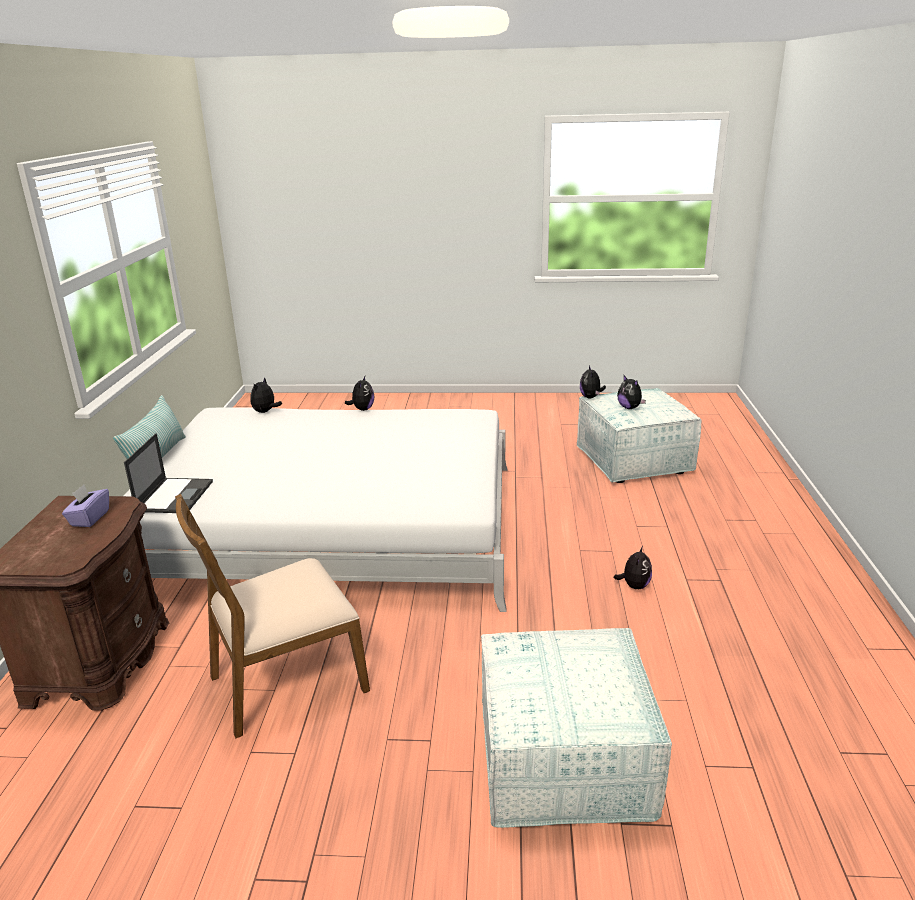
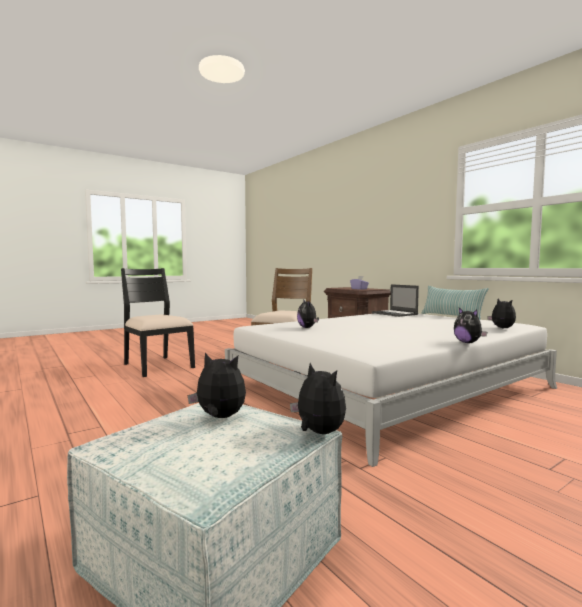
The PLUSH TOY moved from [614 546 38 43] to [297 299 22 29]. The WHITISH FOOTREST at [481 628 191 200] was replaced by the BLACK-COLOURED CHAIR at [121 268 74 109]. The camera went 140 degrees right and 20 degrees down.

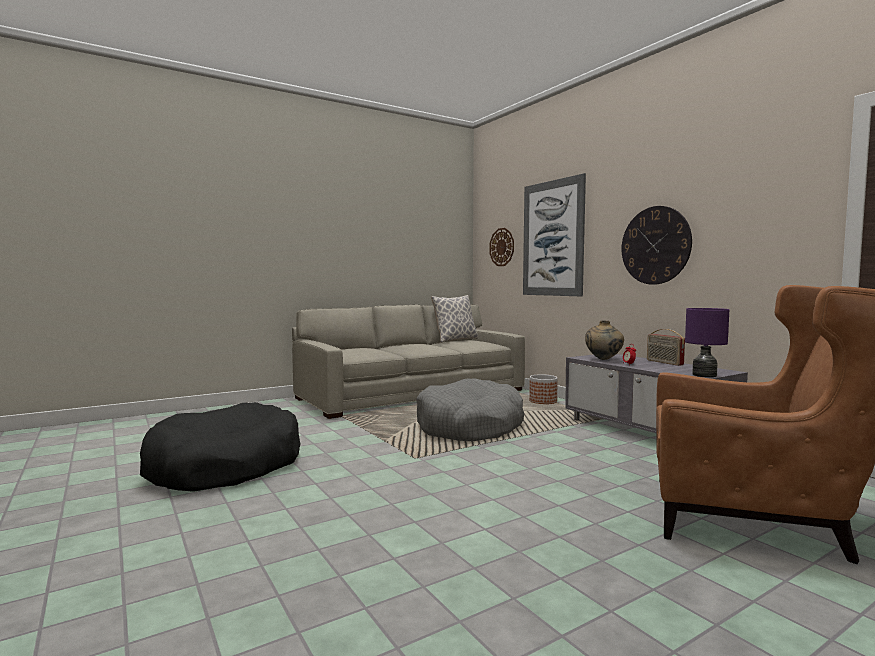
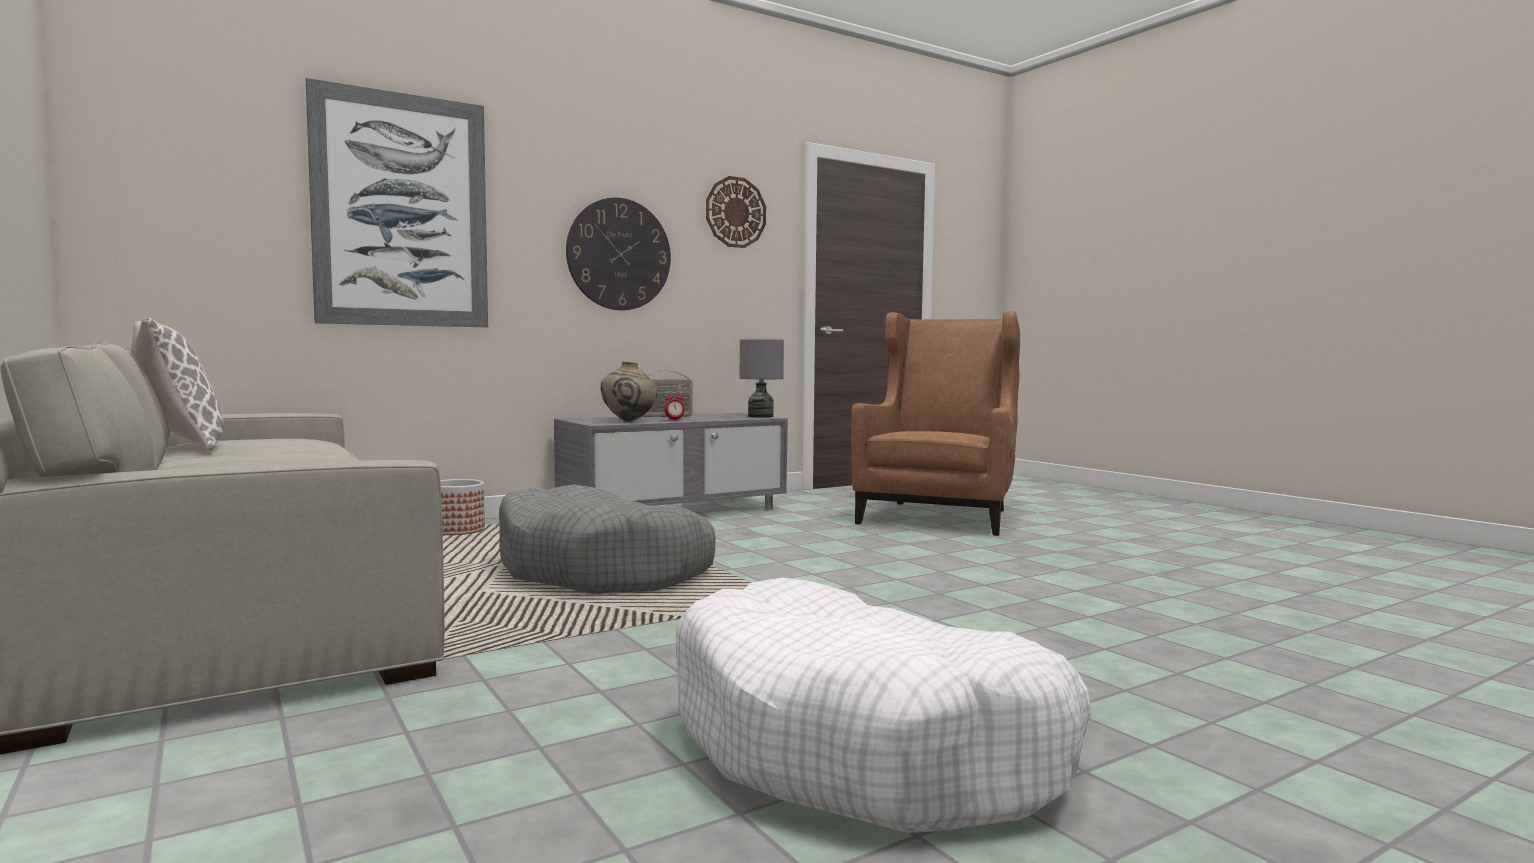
The WALL CLOCK moved from [489 228 25 38] to [706 176 60 72]. The PURPLE TABLETOP LAMP at [685 308 44 69] became the GRAY TABLETOP LAMP at [740 339 44 79]. The BLACK-COLOURED PET BED at [140 402 161 90] became the WHITISH PET BED at [676 578 416 255]. The camera went 90 degrees left and 0 degrees up.

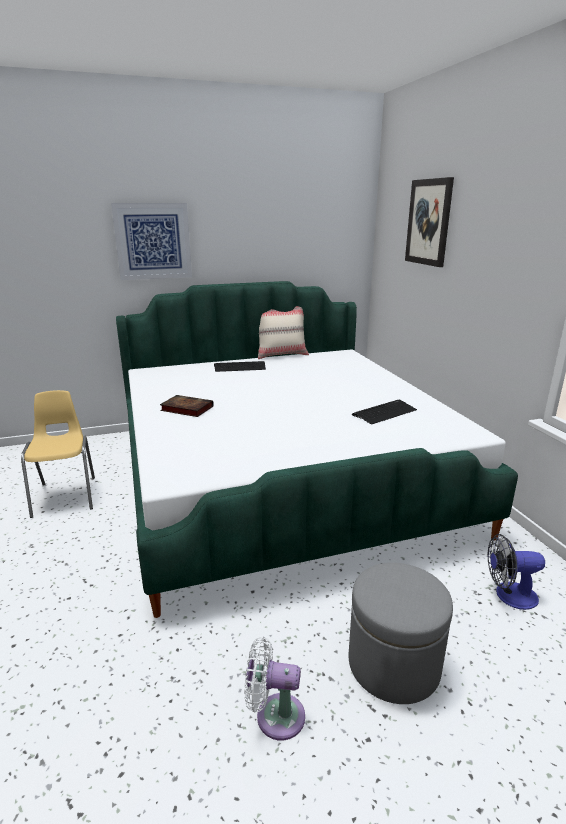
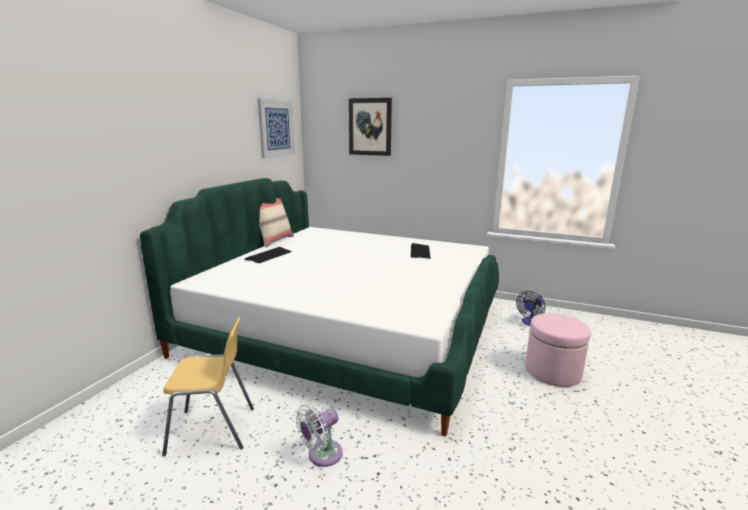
The WALL ART moved from [111 203 81 77] to [258 98 37 60]. The YELLOW CHAIR at [21 390 74 128] turned 150 degrees clockwise. The BOUND BOOK at [160 395 54 22] disappeared. The GRAY FOOTREST at [349 563 104 141] became the PINKISH FOOTREST at [525 313 66 74]. The WHITISH ELECTRIC FAN moved from [244 637 61 104] to [296 404 47 63]. The camera went 50 degrees left and 5 degrees down.

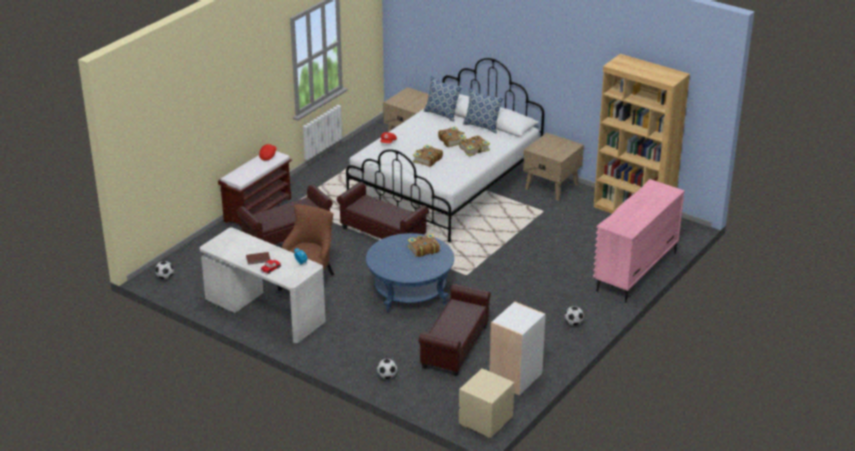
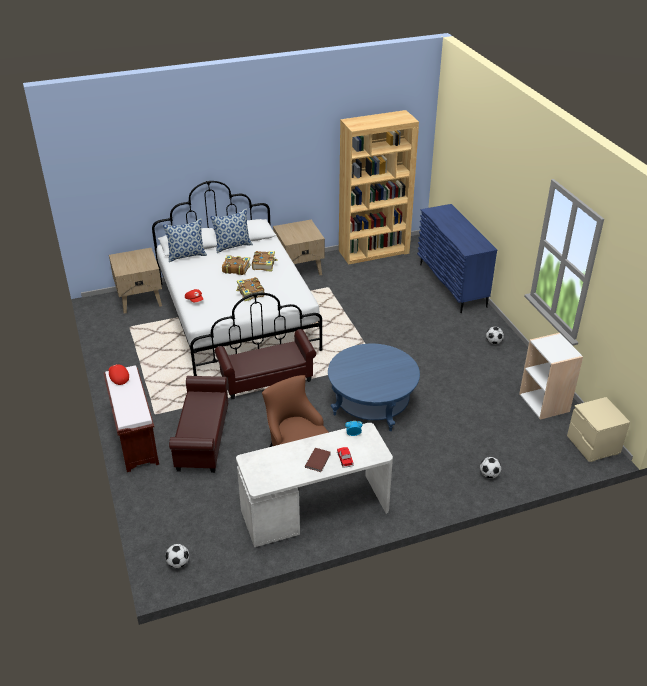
The PINKISH DRESSER at [593 179 92 124] became the BLUE DRESSER at [417 204 80 109]. The BOUND BOOK at [408 234 32 23] disappeared. The BROWN FOOTREST at [419 284 72 93] disappeared. The camera went 55 degrees left and 5 degrees up.

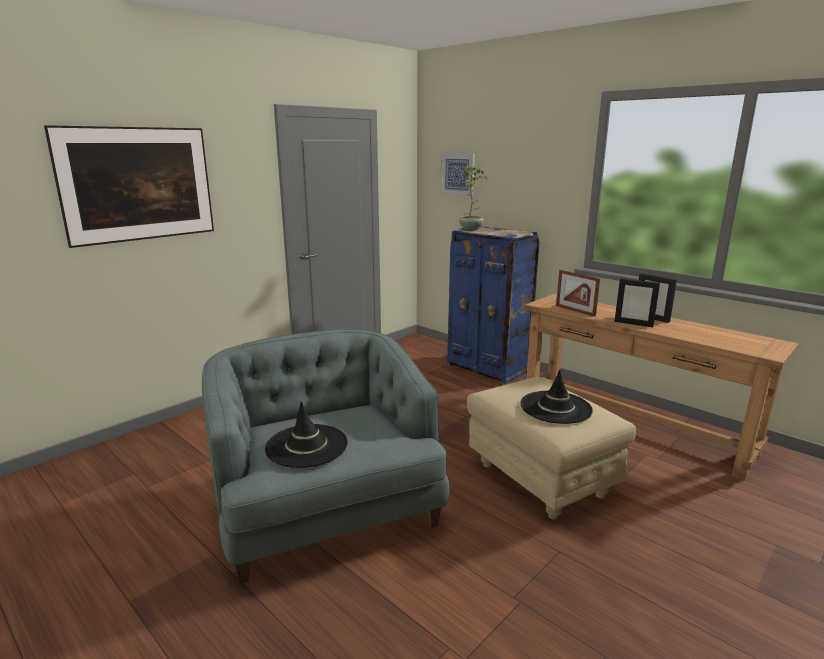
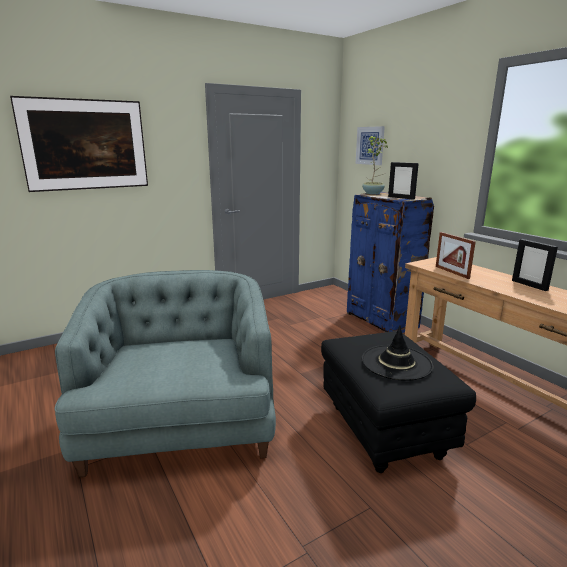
The STANDING FRAME moved from [614 278 46 49] to [388 162 31 37]. The SAND-COLOURED FOOTREST at [467 376 169 144] became the BLACK-COLOURED FOOTREST at [321 331 155 142]. The BLACK-COLOURED WEARABLE HAT at [265 401 83 67] disappeared. The camera went 15 degrees right and 0 degrees up.

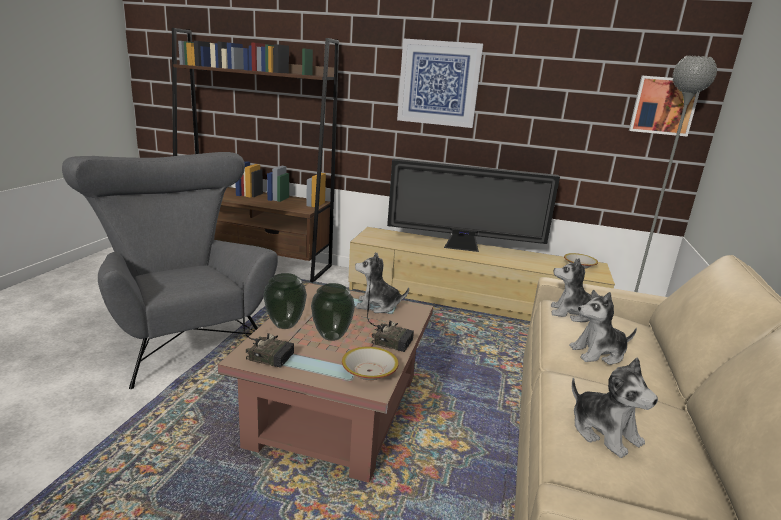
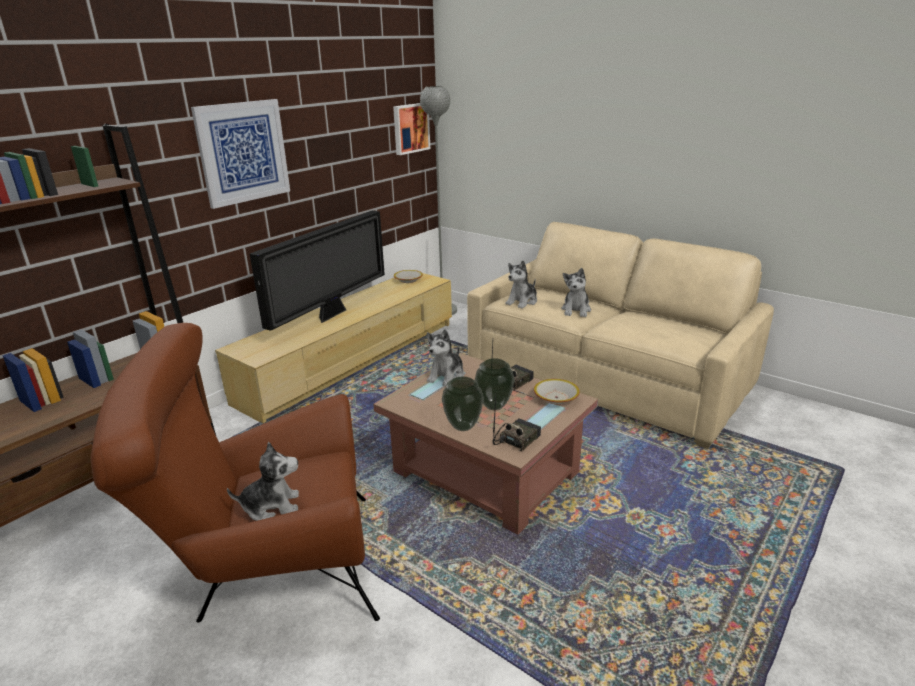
The GRAY EASY CHAIR at [62 152 216 237] became the BROWN EASY CHAIR at [91 323 289 299]. The PLUSH TOY moved from [572 357 86 101] to [227 442 72 79]. The camera went 65 degrees left and 5 degrees up.

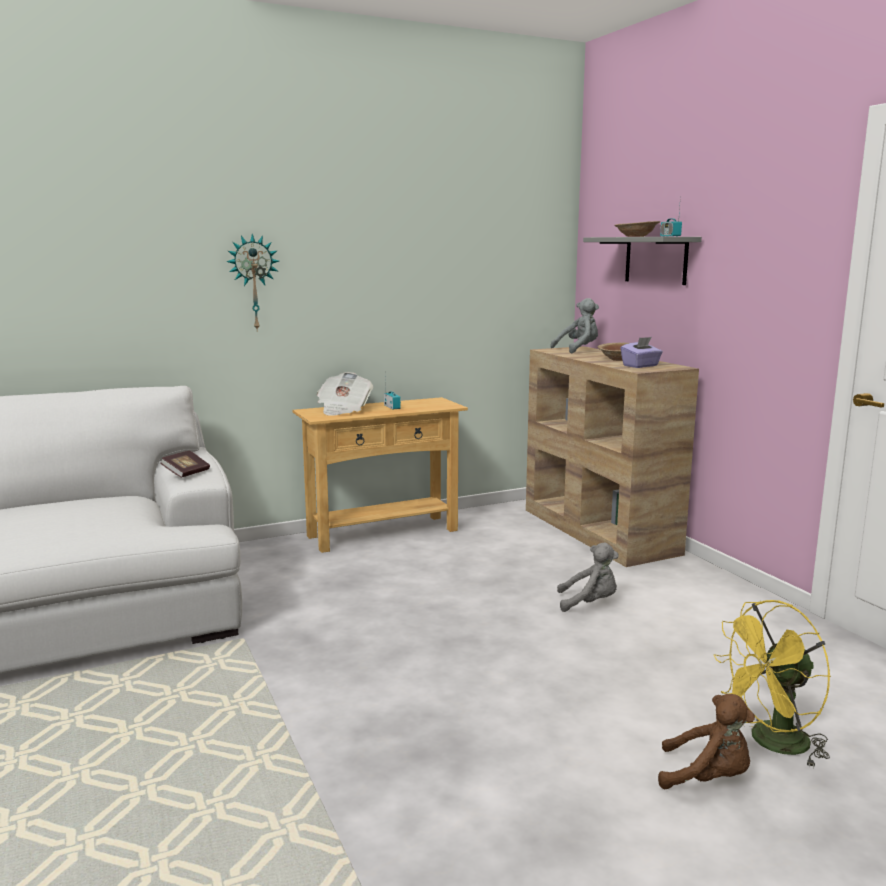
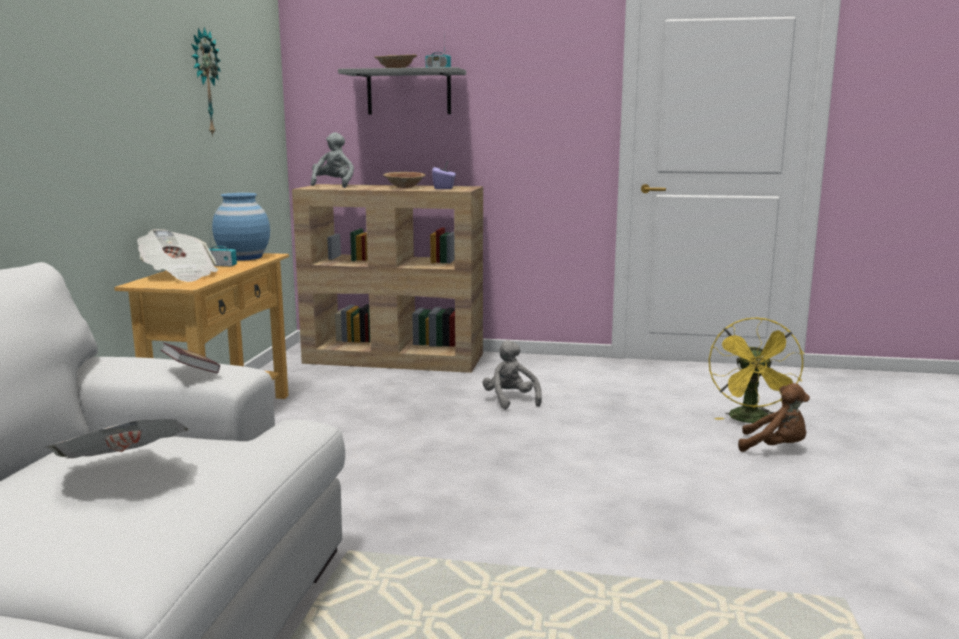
The WALL CLOCK moved from [226 234 53 98] to [191 27 30 110]. The GRAY PLUSH TOY at [557 543 62 69] turned 60 degrees counterclockwise. The BROWN PLUSH TOY at [658 694 97 95] turned 60 degrees clockwise. The BLUE DECORATIVE VASE at [212 193 58 68] appeared. The PRINTED PAPER at [46 419 143 39] appeared. The camera went 55 degrees left and 0 degrees up.

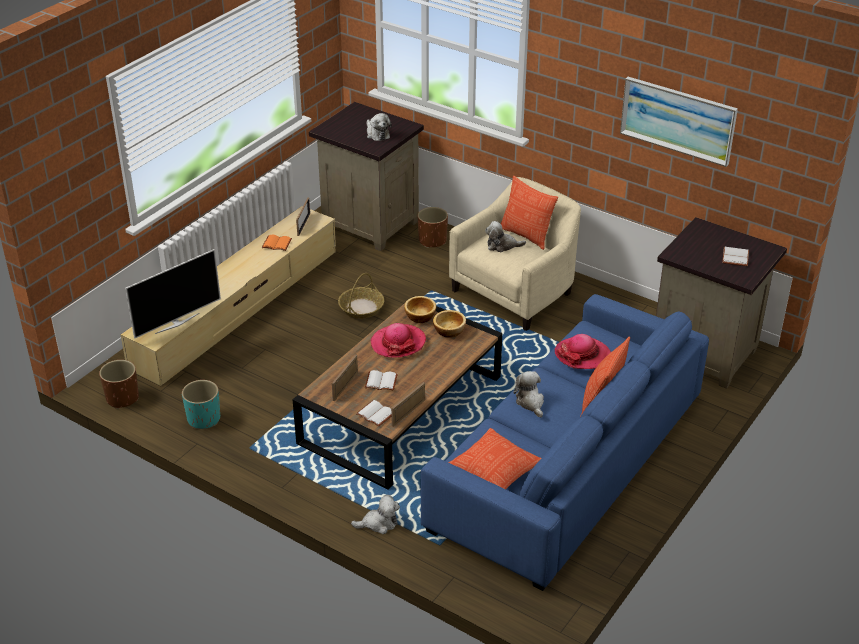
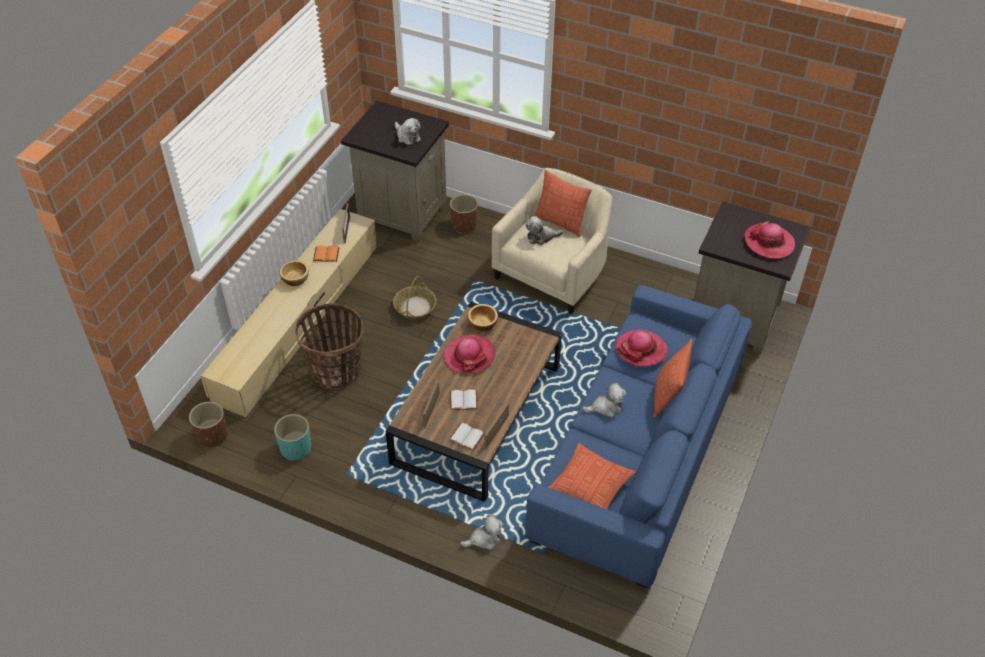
The WALL ART at [620 77 118 90] disappeared. The WHITISH BOUND BOOK at [722 247 27 19] was replaced by the WEARABLE HAT at [744 221 51 38]. The TV SET at [125 249 96 90] disappeared. The SERVING BOWL moved from [433 310 33 28] to [279 260 30 26]. The PLUSH TOY at [514 371 30 46] turned 105 degrees clockwise. The STORAGE BASKET at [295 304 69 85] appeared. The camera went 10 degrees left and 10 degrees up.

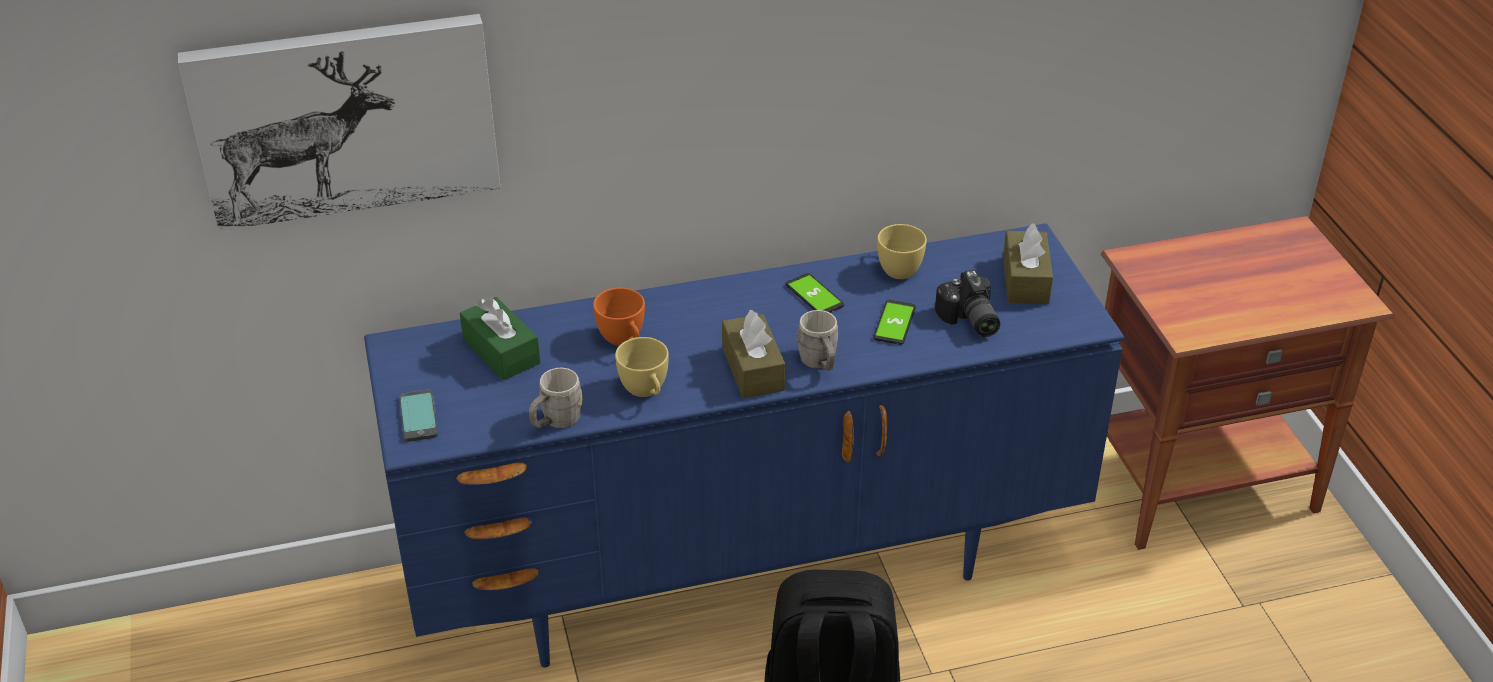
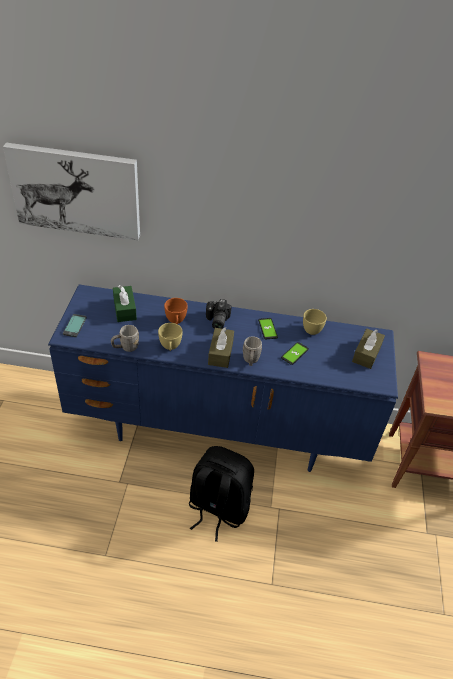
The STILL CAMERA moved from [935 270 65 67] to [206 299 26 30]. The camera went 20 degrees right and 5 degrees up.

